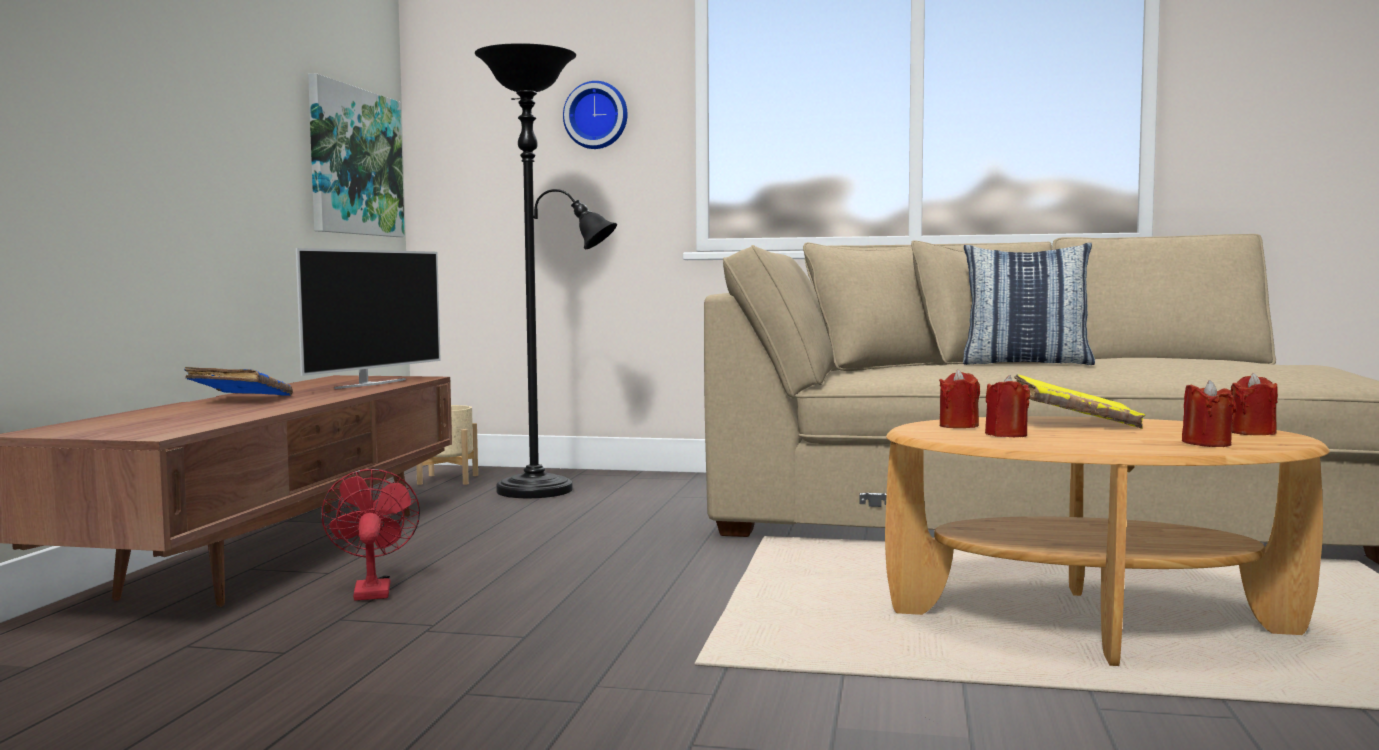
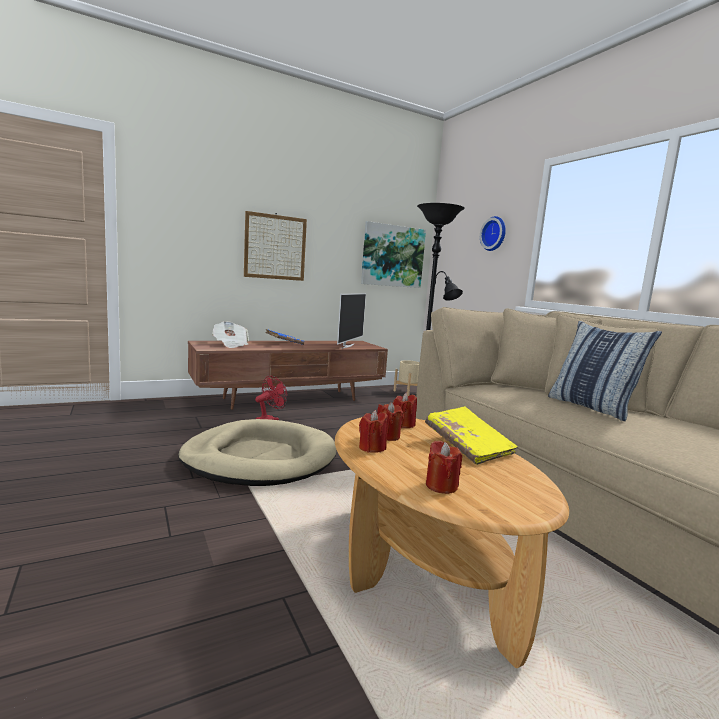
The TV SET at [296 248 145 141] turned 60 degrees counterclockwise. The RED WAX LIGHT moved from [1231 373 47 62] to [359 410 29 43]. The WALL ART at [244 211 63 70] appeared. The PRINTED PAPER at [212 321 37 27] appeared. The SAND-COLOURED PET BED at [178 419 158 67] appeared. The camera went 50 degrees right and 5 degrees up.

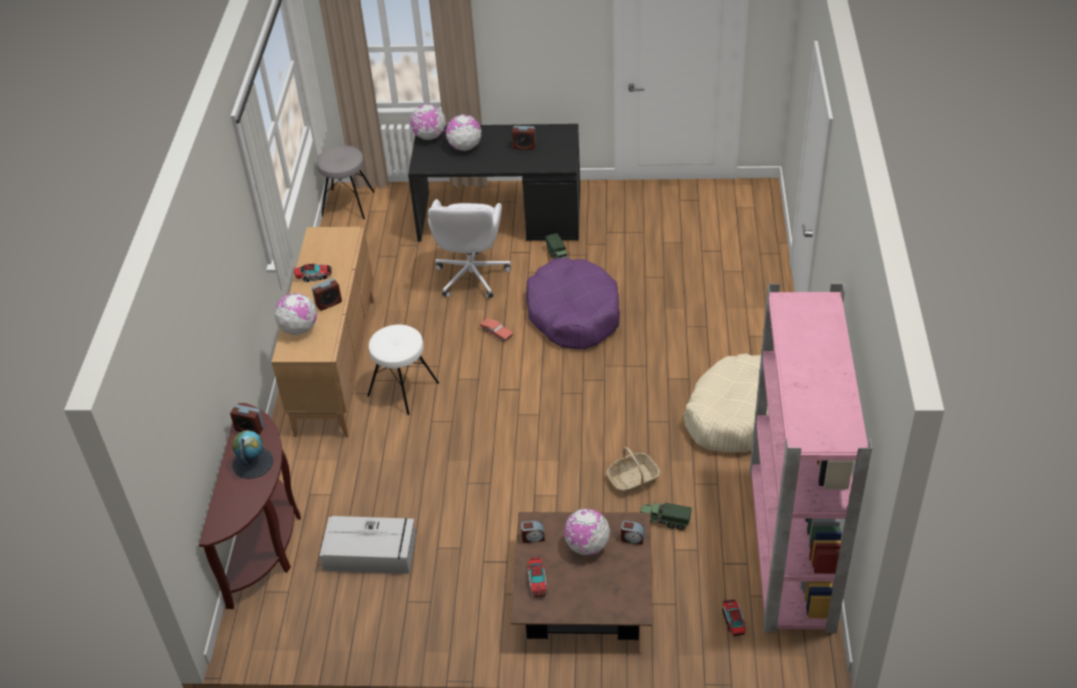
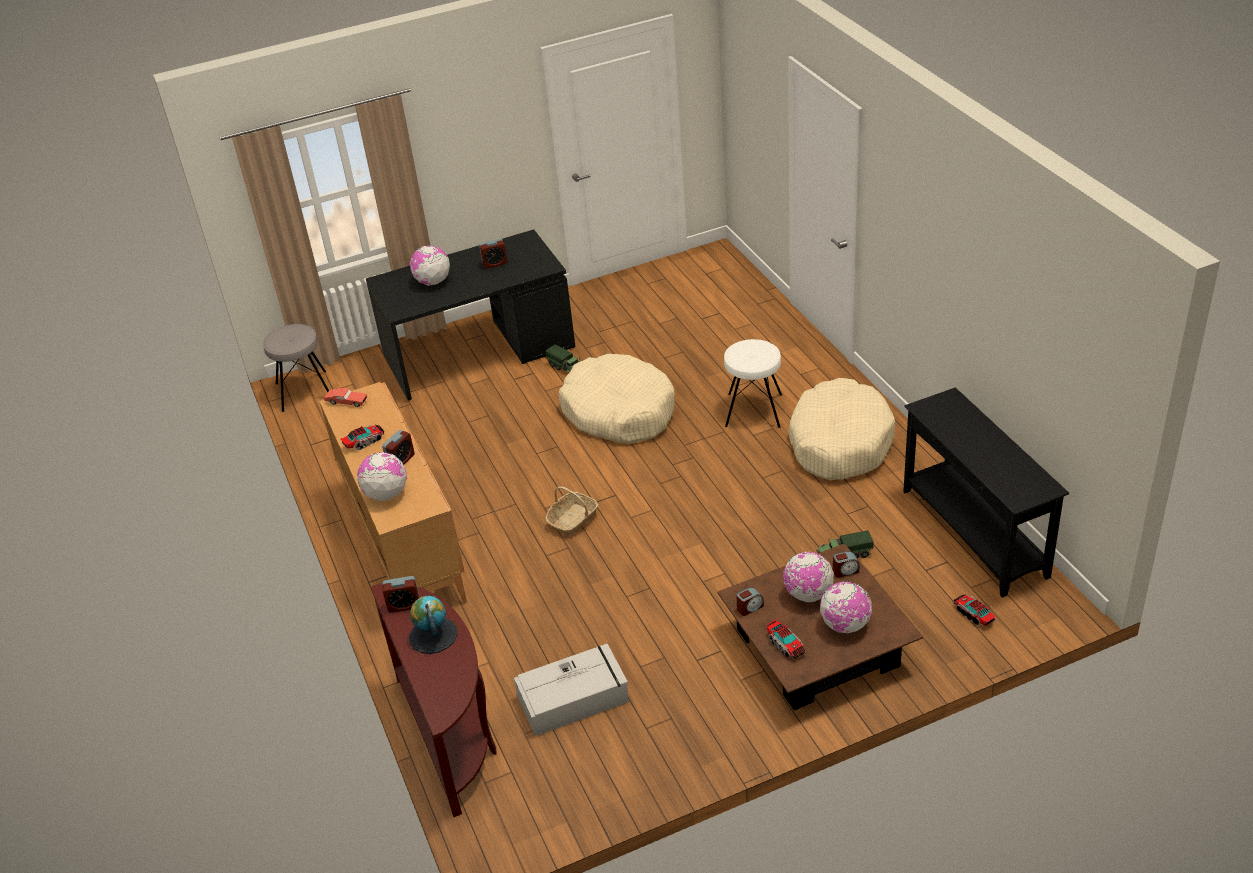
The DESK GLOBE moved from [410 104 36 36] to [820 581 52 52]. The WHITISH OFFICE CHAIR at [428 199 83 100] disappeared. The PURPLE PET BED at [526 258 94 91] became the SAND-COLOURED PET BED at [558 354 117 90]. The PINKISH BOOKCASE at [750 283 122 350] was replaced by the BLACK-COLOURED NARROW TABLE at [903 387 166 211]. The RED MODEL CAR moved from [480 318 33 24] to [324 388 43 19]. The WHITISH SITTING STOOL moved from [367 325 72 90] to [724 339 58 89]. The STORAGE BASKET moved from [607 447 53 47] to [545 486 53 50]. The camera went 25 degrees left and 5 degrees down.

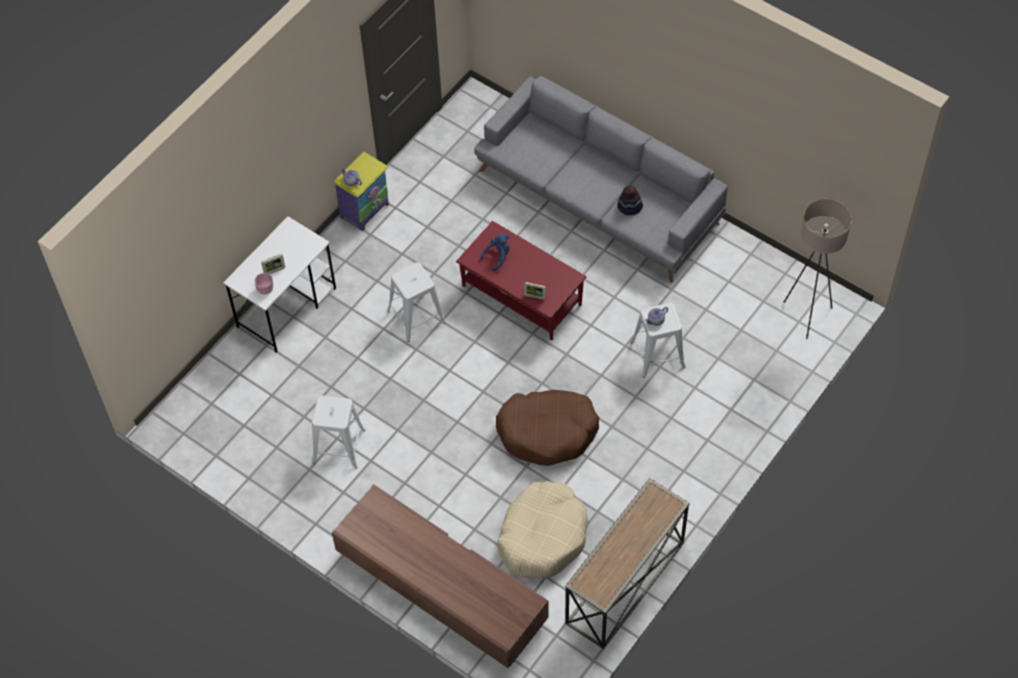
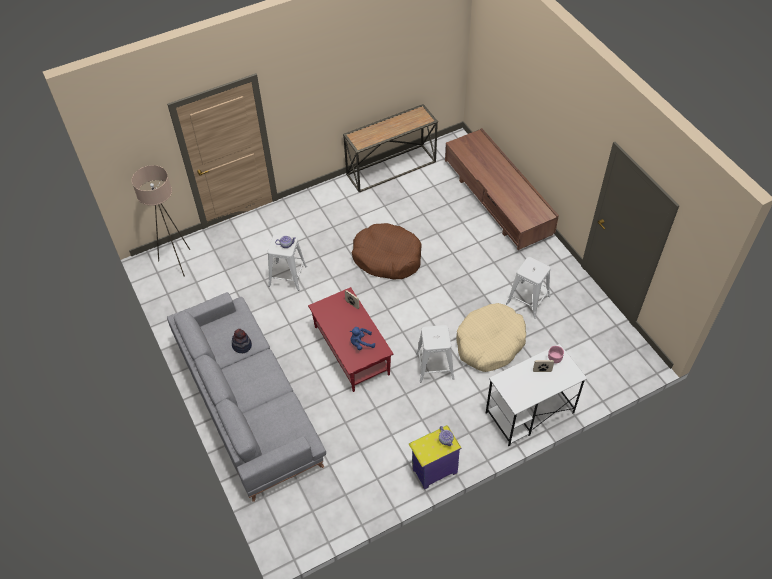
The SAND-COLOURED PET BED moved from [497 481 92 98] to [457 303 69 69]. The camera went 155 degrees left and 5 degrees down.

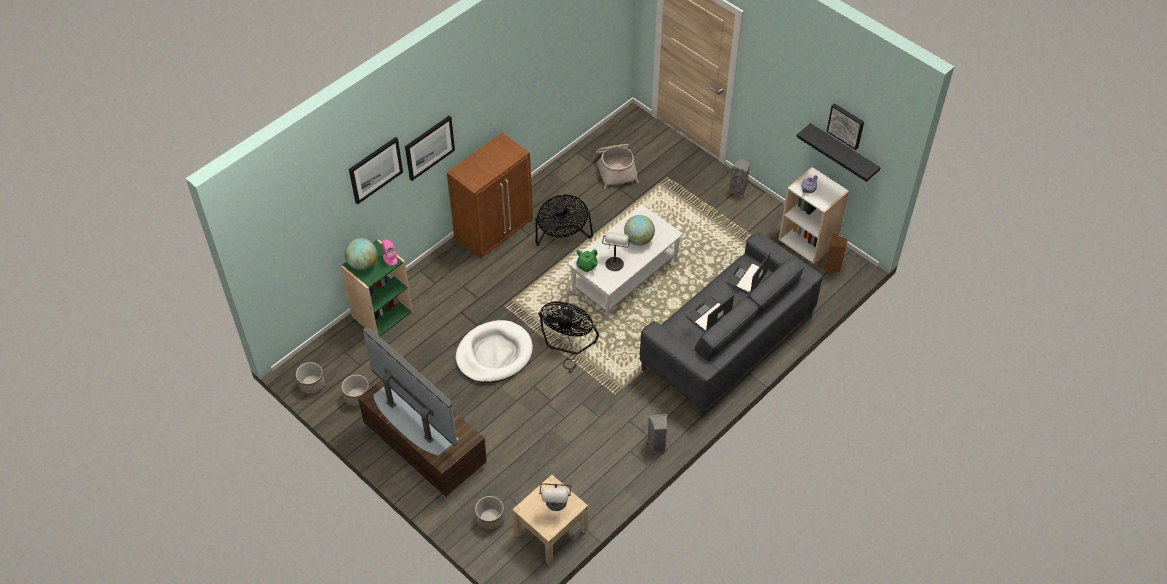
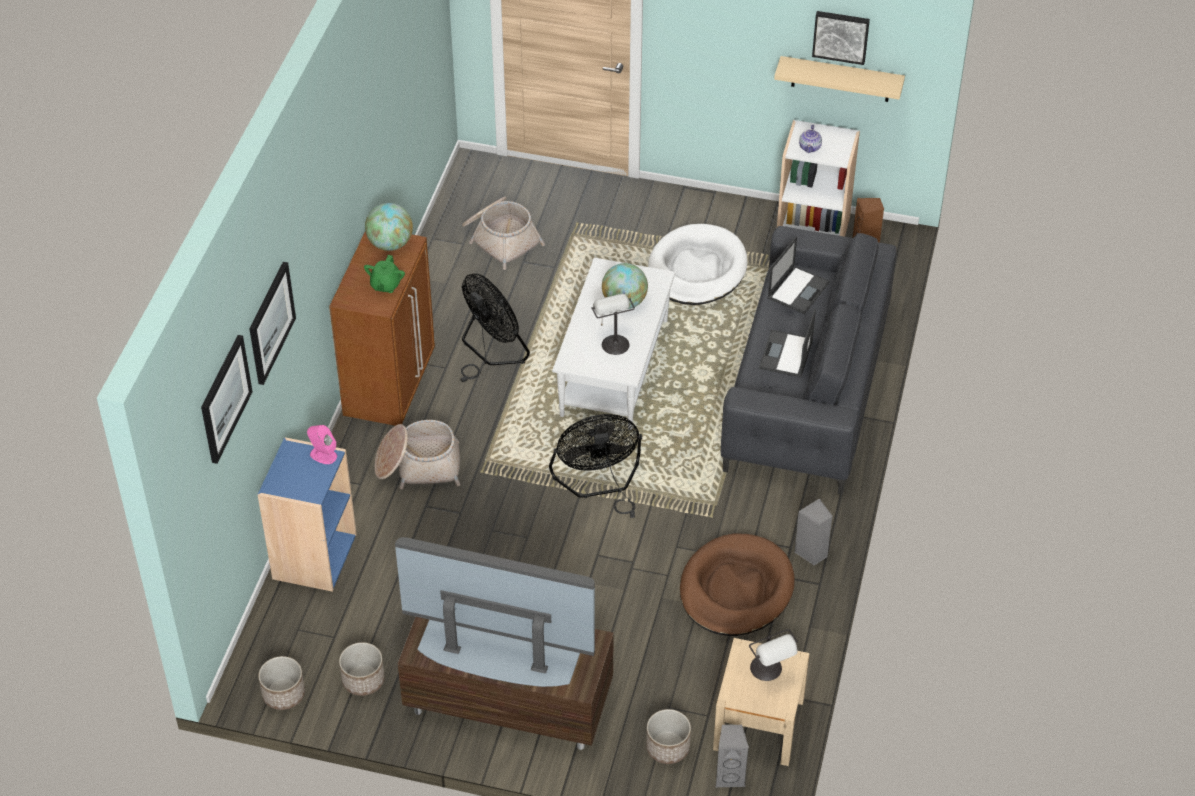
The WALL ART moved from [405 116 50 65] to [201 335 52 129]. The BLACK-COLOURED BRACKET SHELF at [796 123 85 59] became the SAND-COLOURED BRACKET SHELF at [774 56 131 46]. The GRAY SPEAKER moved from [729 158 22 39] to [716 725 33 62]. The BLACK-COLOURED ELECTRIC FAN at [535 195 58 51] turned 90 degrees counterclockwise. The DESK GLOBE moved from [345 238 32 32] to [365 203 48 48]. The GREENISH BOOKCASE at [341 239 72 97] became the BLUE BOOKCASE at [258 437 99 155]. The GREENISH TEA POT moved from [577 249 21 23] to [364 255 41 38]. The LAPTOP at [726 252 45 42] turned 150 degrees counterclockwise. The WHITISH PET BED moved from [456 320 77 63] to [648 224 100 81]. The STORAGE BASKET at [375 420 85 69] appeared. The BROWN PET BED at [680 533 114 103] appeared. The camera went 30 degrees left and 5 degrees down.

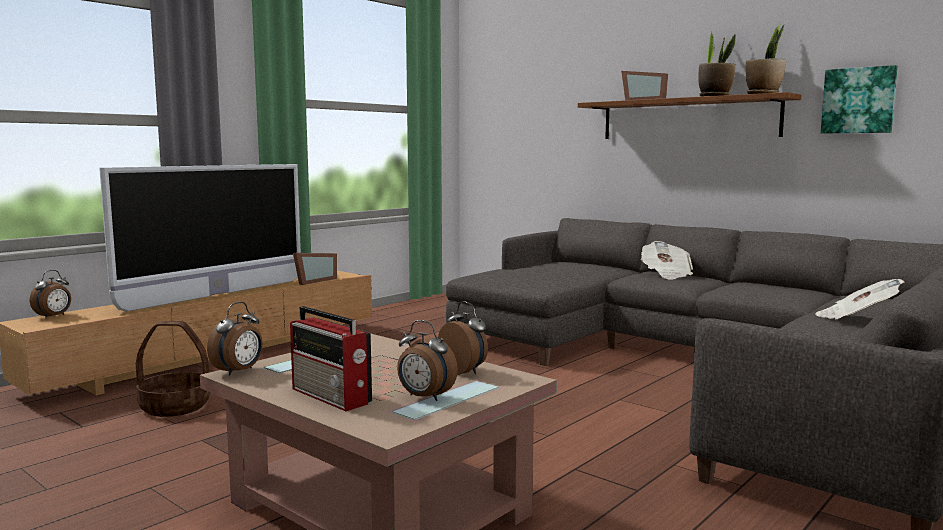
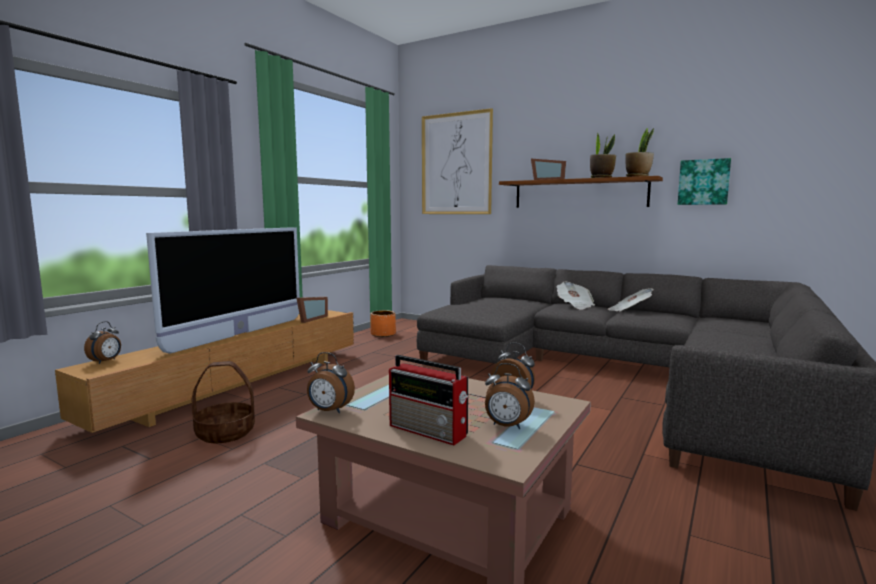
The PRINTED PAPER moved from [815 279 89 40] to [608 288 46 23]. The BEDSIDE CLOCK at [207 302 56 74] turned 90 degrees clockwise. The WALL ART at [422 108 71 106] appeared. The ORANGE FLOWER POT at [370 310 26 27] appeared. The camera went 10 degrees left and 0 degrees up.

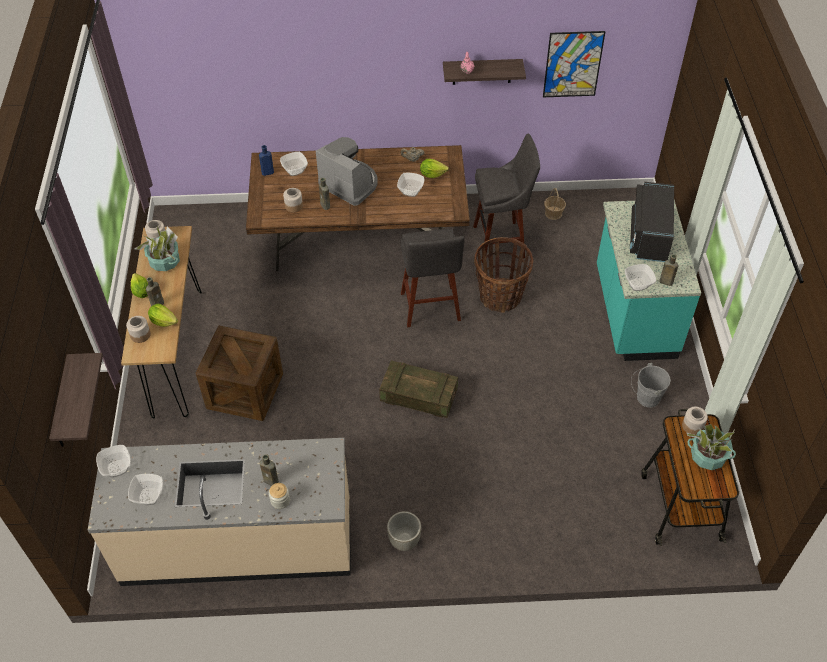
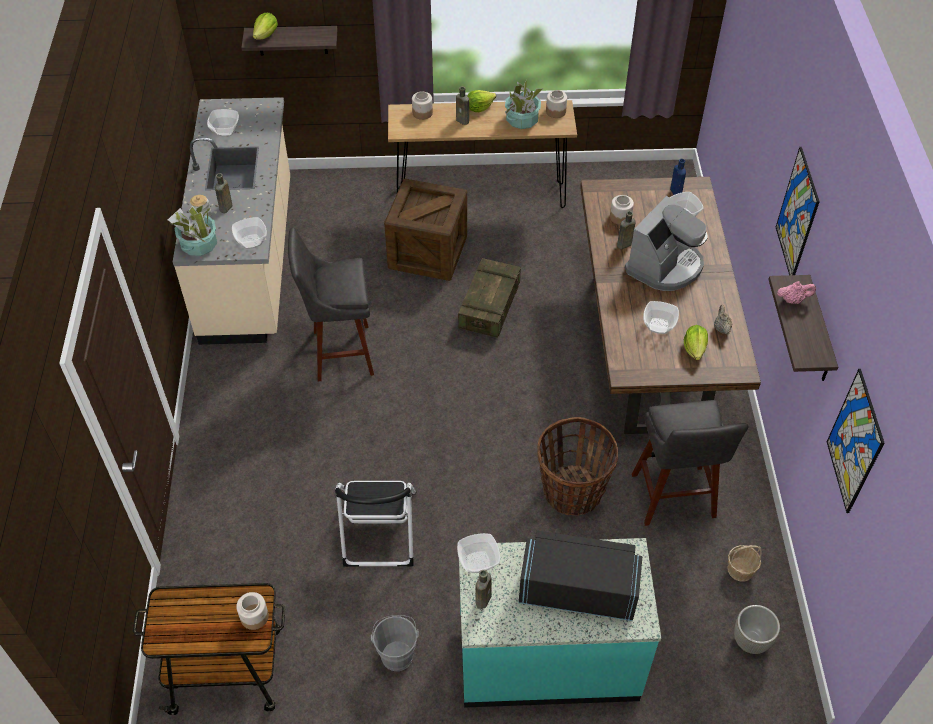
The GRAY SITTING STOOL moved from [400 228 65 99] to [288 227 86 154]. The HEAD OF LETTUCE moved from [148 304 30 23] to [253 13 25 27]. The CRATE moved from [379 360 79 58] to [458 258 63 80]. The HOUSEPLANT moved from [687 424 49 46] to [168 205 49 51]. The SERVING BOWL moved from [96 445 35 32] to [232 217 35 32]. The GRAY FLOWER POT moved from [387 511 34 40] to [734 605 46 49]. The WALL ART at [776 147 44 128] appeared. The STEPLADDER at [335 481 81 86] appeared. The camera went 90 degrees right and 0 degrees up.

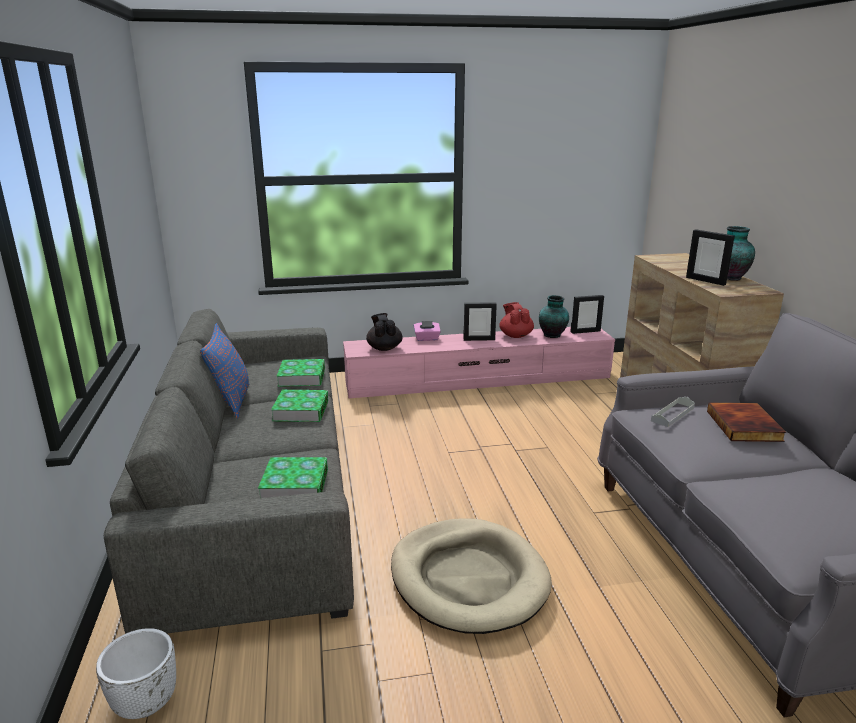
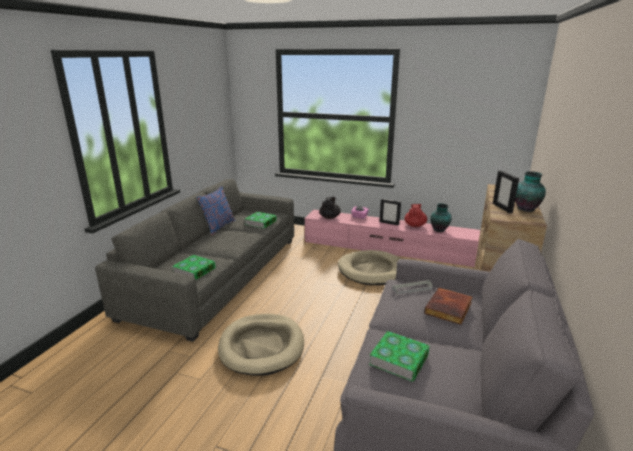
The STANDING FRAME at [570 295 34 39] disappeared. The BOUND BOOK moved from [271 390 57 32] to [369 331 61 51]. The WHITISH FLOWER POT at [96 628 80 91] disappeared. The SAND-COLOURED PET BED at [338 250 63 35] appeared. The camera went 30 degrees right and 0 degrees up.

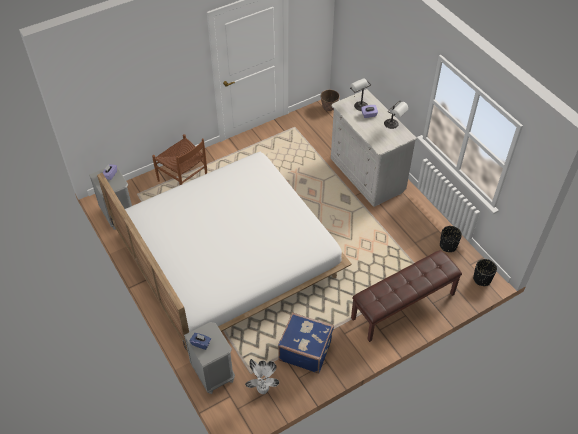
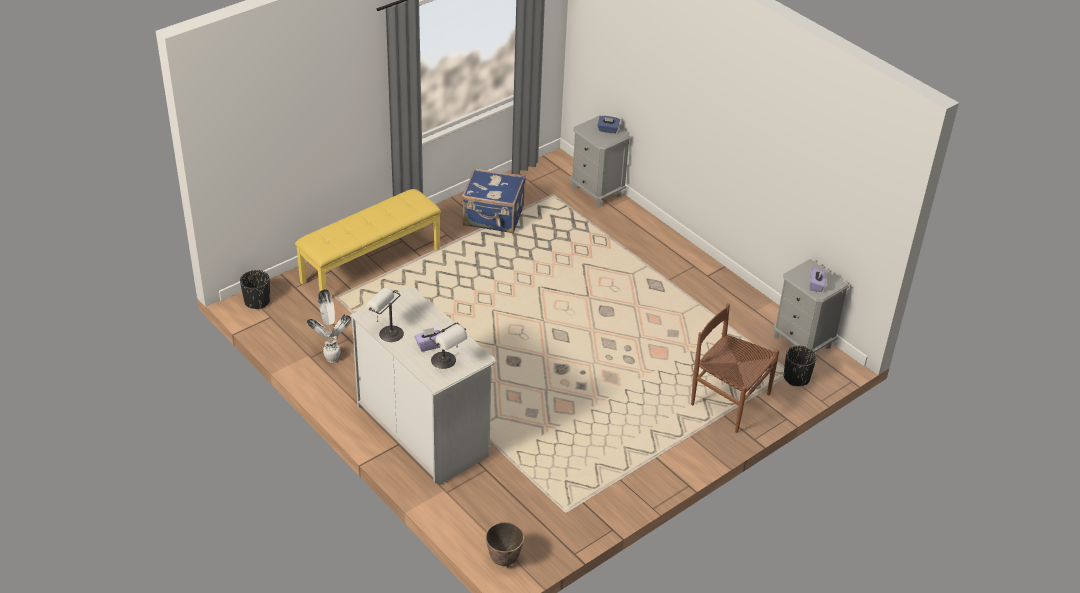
The WHITISH BED at [97 152 255 200] disappeared. The BLACK-COLOURED FLOWER POT moved from [440 226 22 26] to [784 346 32 40]. The BROWN BENCH at [351 250 111 92] became the YELLOW BENCH at [295 189 146 102]. The HOUSEPLANT moved from [245 359 34 35] to [307 289 44 74]. The camera went 170 degrees right and 10 degrees down.

